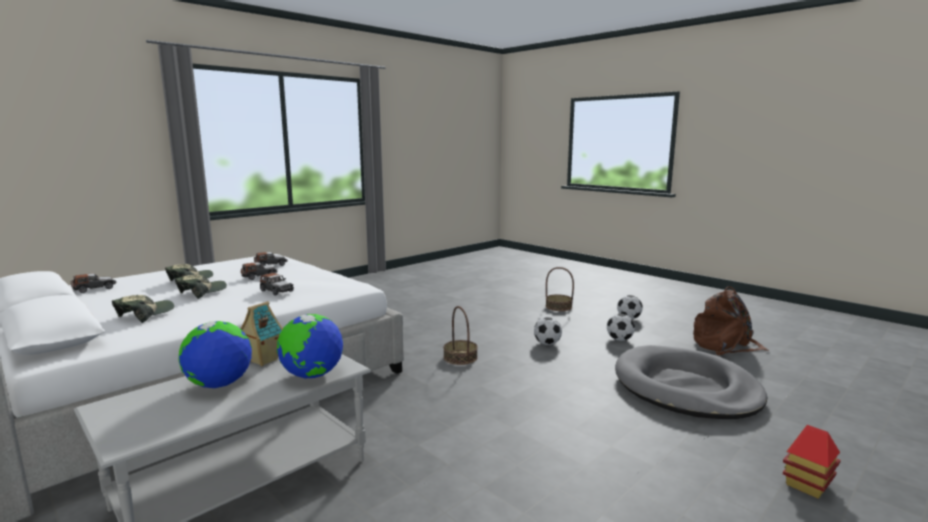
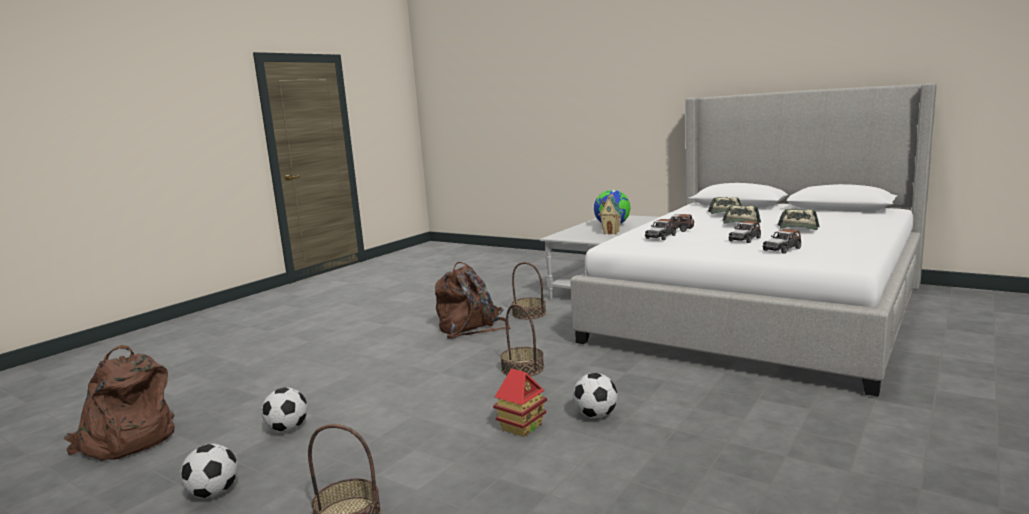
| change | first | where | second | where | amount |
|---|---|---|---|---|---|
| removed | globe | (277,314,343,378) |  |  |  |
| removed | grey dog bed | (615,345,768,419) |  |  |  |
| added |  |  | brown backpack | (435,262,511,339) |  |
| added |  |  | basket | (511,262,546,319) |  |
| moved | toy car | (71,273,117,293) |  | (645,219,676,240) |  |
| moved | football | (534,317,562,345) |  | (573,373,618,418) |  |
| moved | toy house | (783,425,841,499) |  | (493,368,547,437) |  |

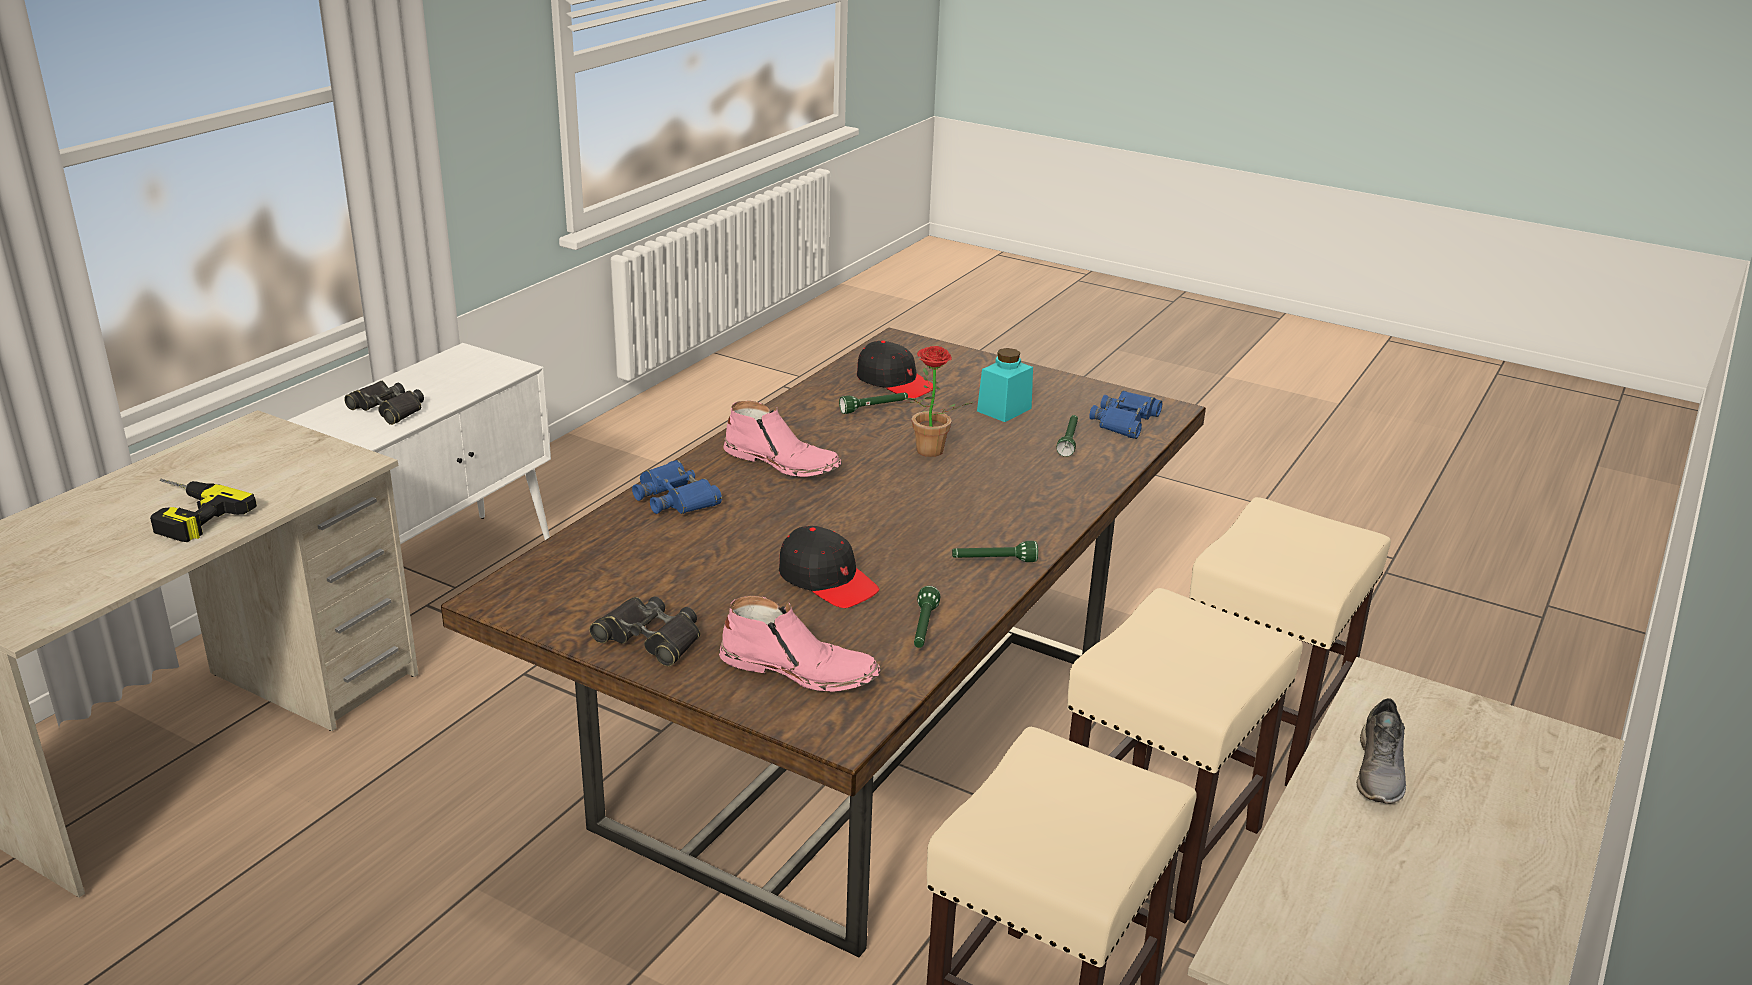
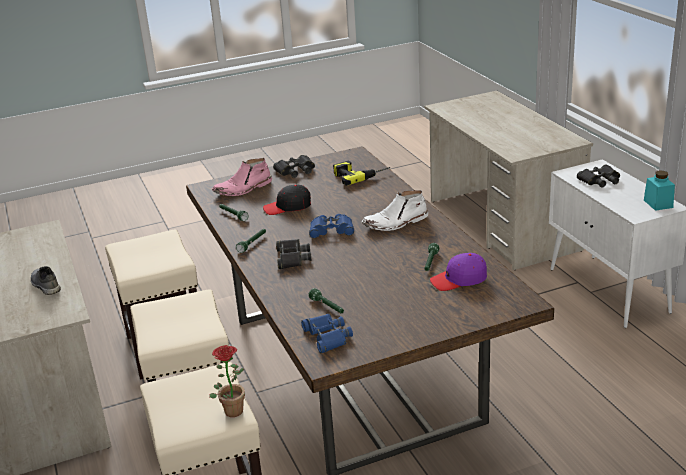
| change | first | where | second | where | amount |
|---|---|---|---|---|---|
| added |  |  | black binoculars | (276,239,311,269) |  |
| moved | power drill | (150,479,257,542) |  | (333,160,390,186) |  |
| moved | blue binoculars | (632,460,722,514) |  | (309,214,354,238) |  |
| moved | potted plant | (905,346,975,457) |  | (209,345,245,417) |  |
| moved | turquoise jar | (977,348,1033,422) |  | (644,171,675,211) |  |
| recoloured | pink boot | (723,401,842,477) | white boot | (362,190,428,231) |  |
| recoloured | black cap | (857,341,933,398) | purple cap | (430,253,487,291) |  |

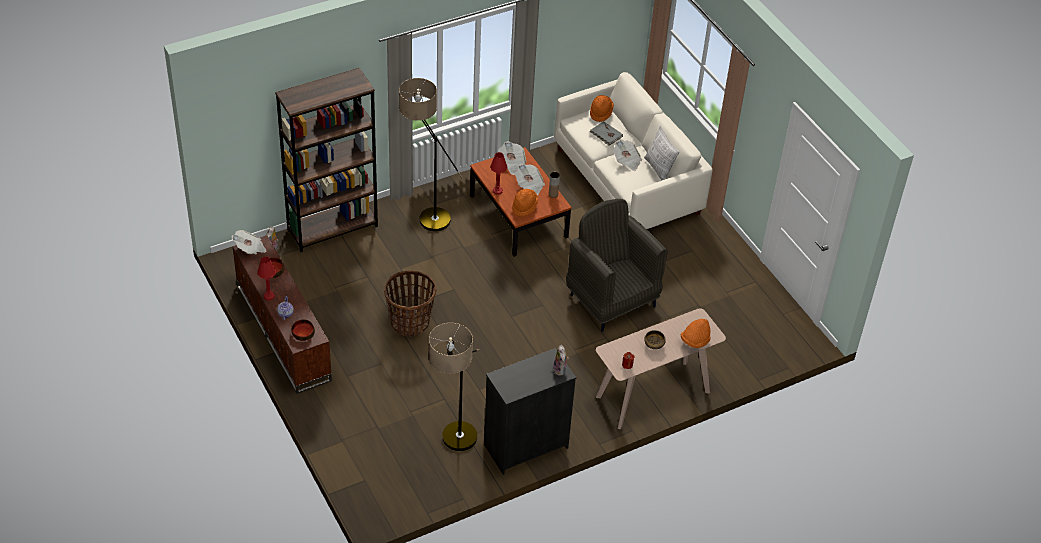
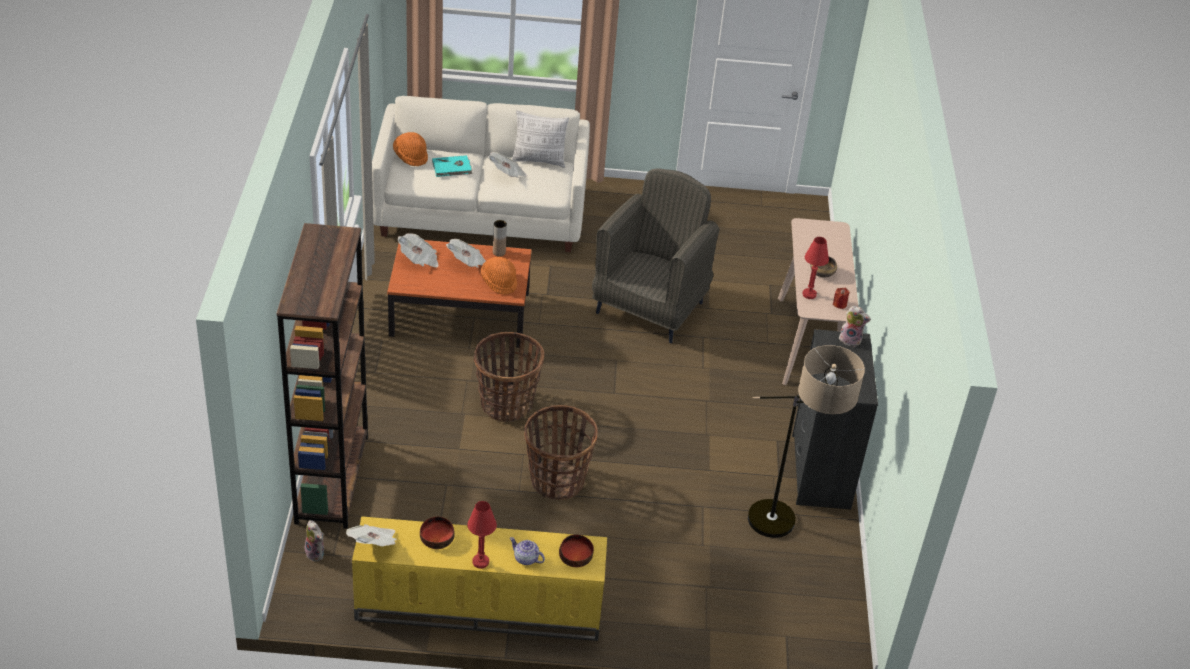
| change | first | where | second | where | amount |
|---|---|---|---|---|---|
| removed | floor lamp | (399,78,463,231) |  |  |  |
| removed | orange hat | (681,319,711,348) |  |  |  |
| added |  |  | basket | (474,332,544,422) |  |
| moved | red table lamp | (490,152,507,195) |  | (802,237,829,299) |  |
| recoloured | brown tv stand | (233,235,332,394) | yellow tv stand | (352,516,607,641) |  |
| recoloured | grey book | (590,121,623,145) | turquoise book | (432,155,473,177) |  |
| turned | grey armchair | (566,199,668,332) |  | (592,168,719,343) | 120 degrees clockwise |

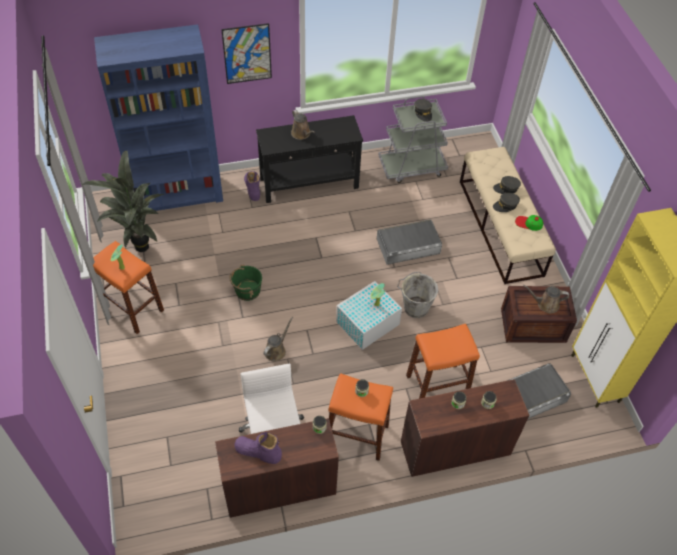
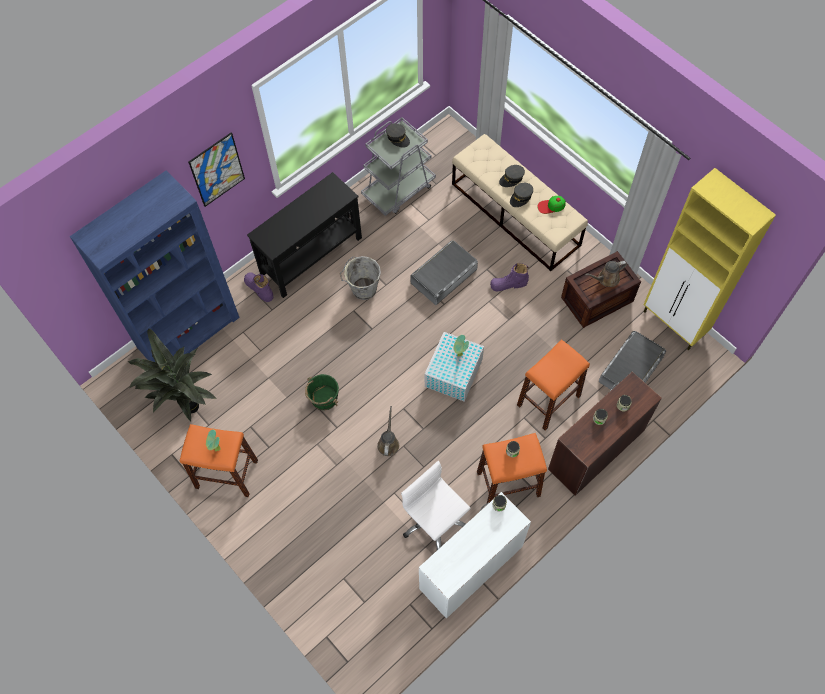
| change | first | where | second | where | amount |
|---|---|---|---|---|---|
| removed | brown watering can | (291,110,314,140) |  |  |  |
| moved | purple boot | (234,432,282,464) |  | (490,263,529,292) |  |
| moved | grey bucket | (397,272,438,318) |  | (340,256,381,300) |  |
| recoloured | brown desk | (215,418,339,518) | white desk | (419,492,531,619) |  |

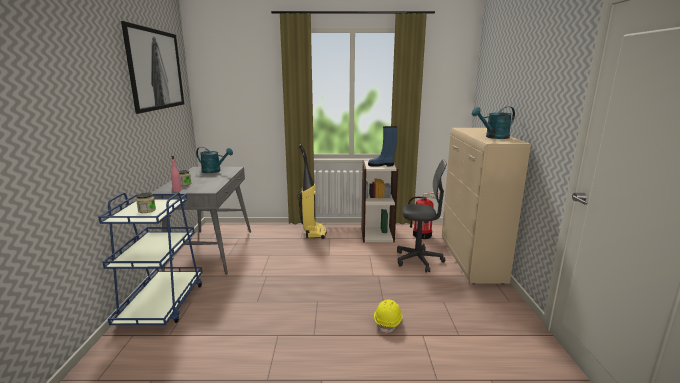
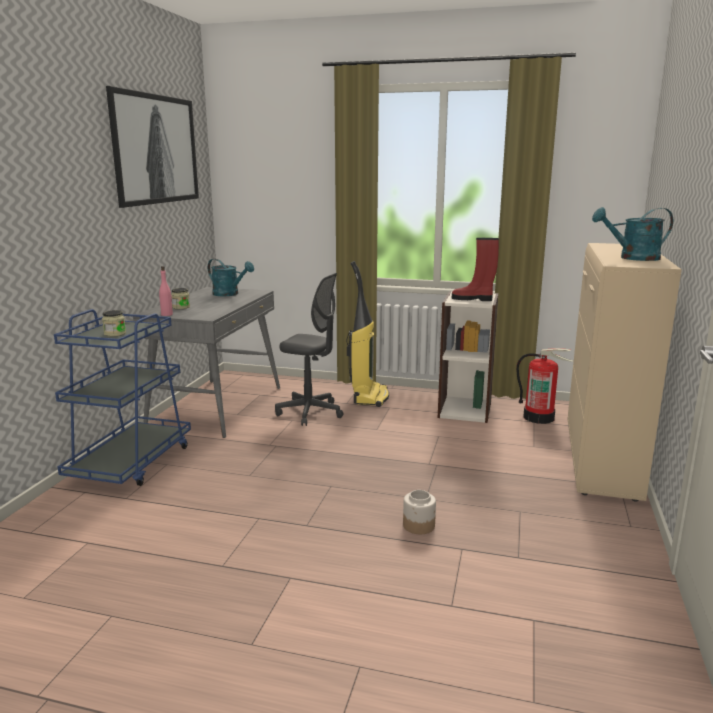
| change | first | where | second | where | amount |
|---|---|---|---|---|---|
| moved | grey office chair | (397,159,447,273) |  | (275,273,344,426) |  |
| replaced | yellow hard hat | (374,300,403,334) | jar | (403,490,436,534) |  |
| recoloured | blue boot | (368,126,397,167) | red boot | (452,238,499,301) |  |

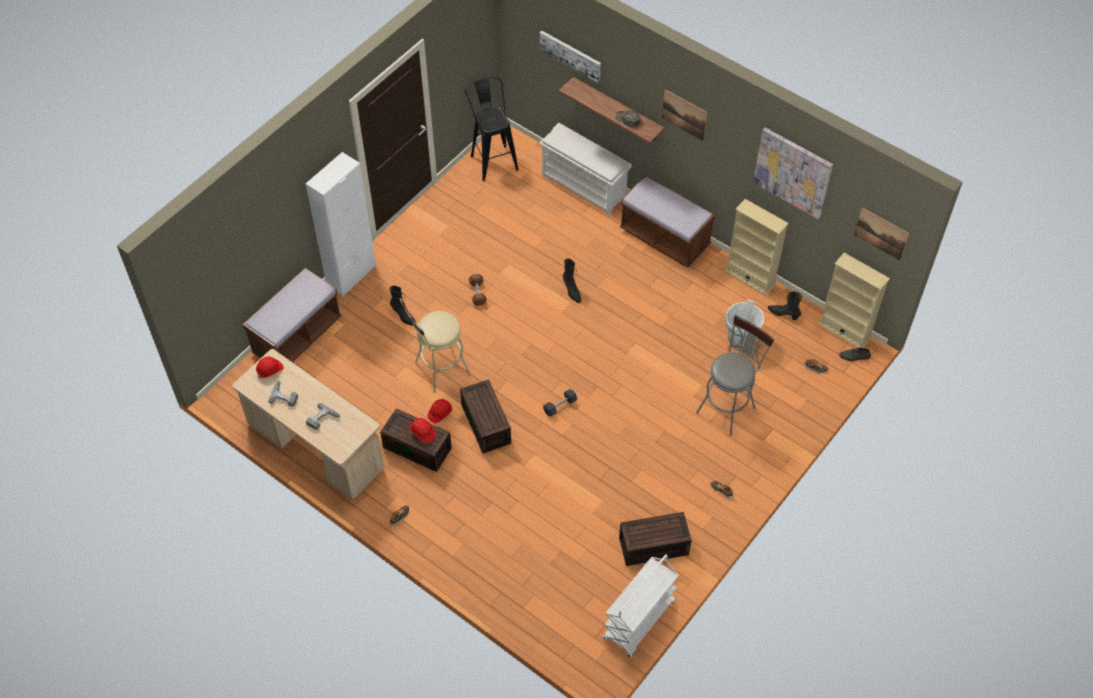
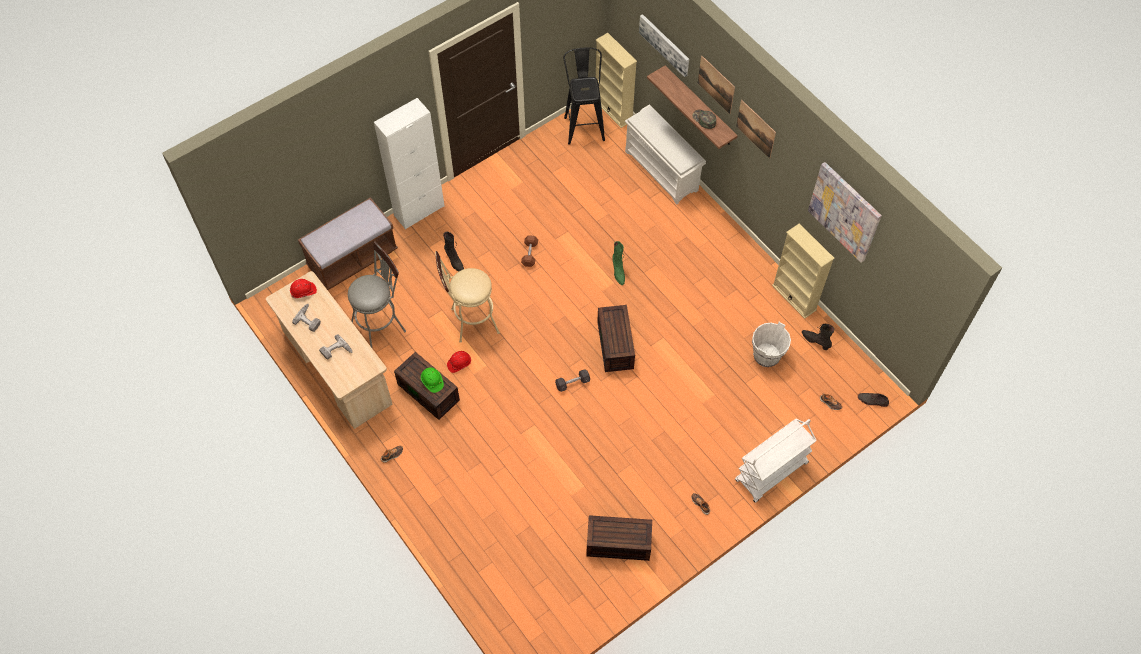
| change | first | where | second | where | amount |
|---|---|---|---|---|---|
| removed | brown bench | (620,175,715,267) |  |  |  |
| moved | brown storage box | (460,379,511,453) |  | (597,305,635,372) |  |
| moved | white cart | (603,555,679,657) |  | (735,419,817,503) |  |
| moved | grey stool | (696,315,775,436) |  | (348,241,406,348) |  |
| moved | beige bookcase | (819,253,890,348) |  | (596,33,637,128) |  |
| moved | picture | (854,208,909,261) |  | (698,56,735,114) |  |
| recoloured | red hard hat | (410,418,436,443) | green hard hat | (421,367,444,393) |  |
| recoloured | black boot | (563,258,581,303) | green boot | (613,241,625,285) |  |

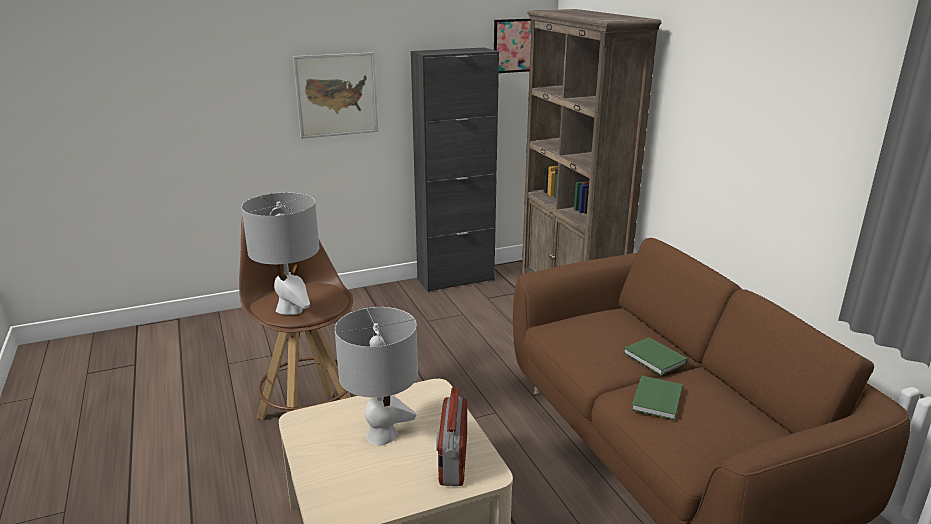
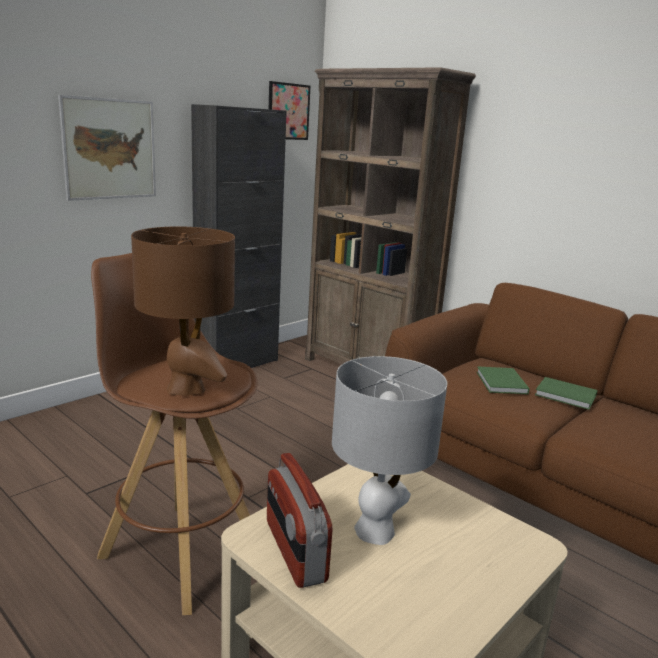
| change | first | where | second | where | amount |
|---|---|---|---|---|---|
| moved | radio | (436,388,467,486) |  | (267,453,332,588) |  |
| moved | green book | (631,375,683,420) |  | (477,366,529,394) |  |
| recoloured | grey table lamp | (241,192,319,315) | brown table lamp | (131,227,235,396) |  |

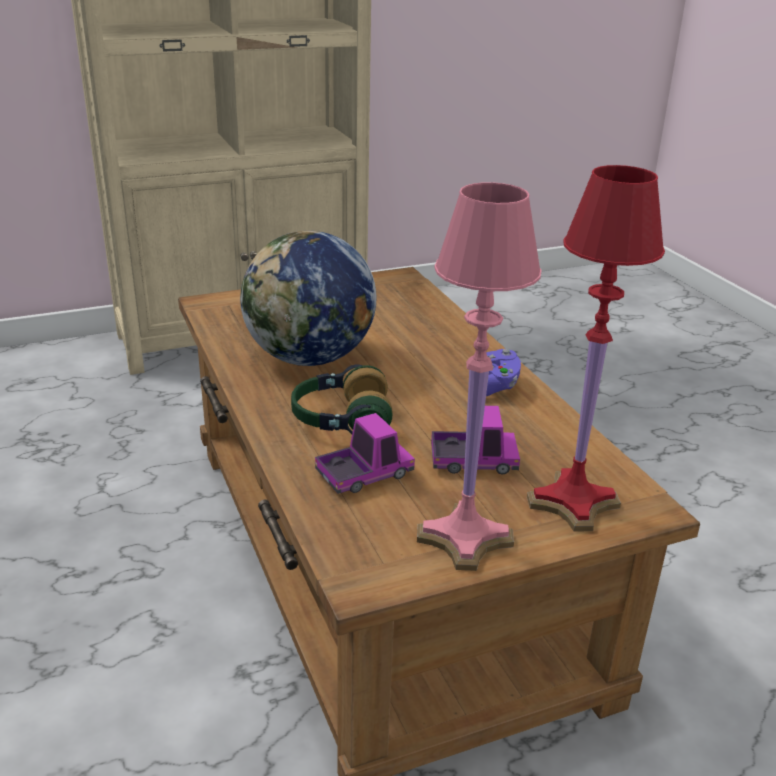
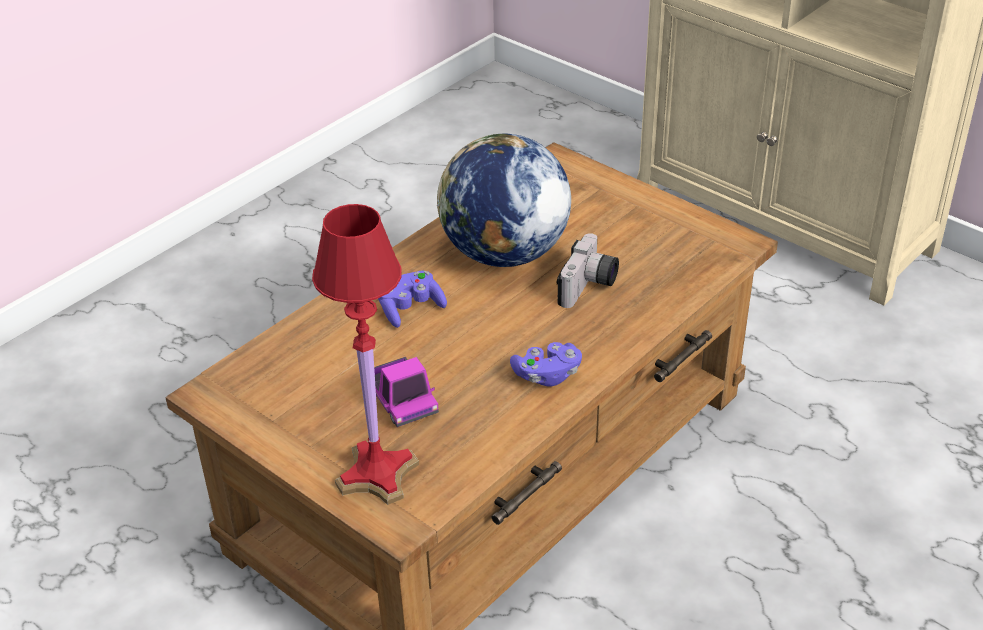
| change | first | where | second | where | amount |
|---|---|---|---|---|---|
| removed | toy truck | (315,413,415,494) |  |  |  |
| removed | pink table lamp | (417,182,542,571) |  |  |  |
| added |  |  | photo camera | (557,233,619,308) |  |
| replaced | headphones | (291,365,393,434) | purple game controller | (378,271,447,328) |  |

